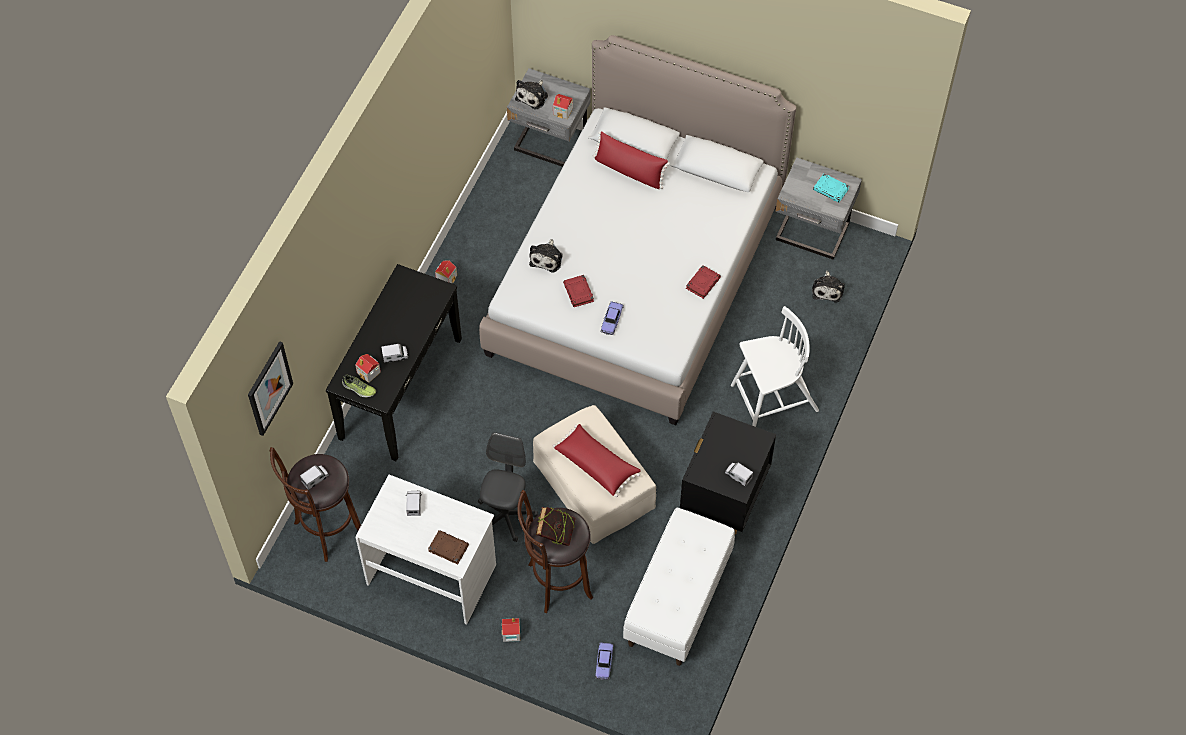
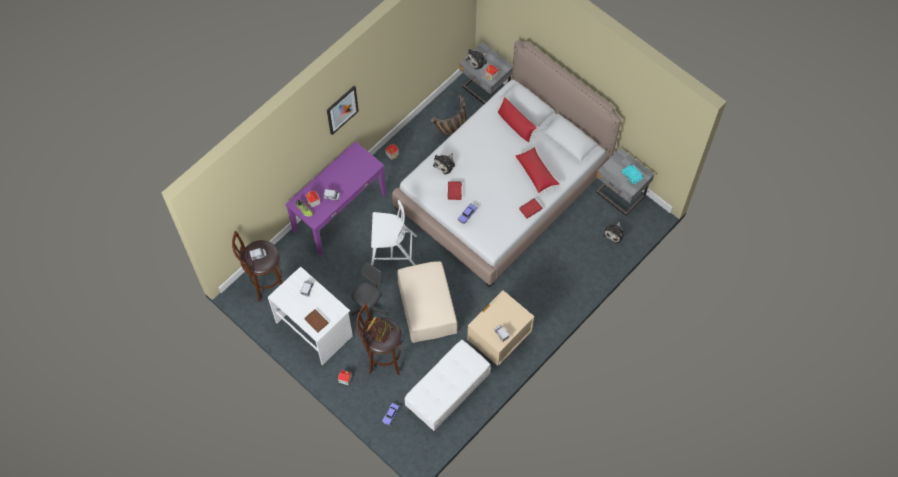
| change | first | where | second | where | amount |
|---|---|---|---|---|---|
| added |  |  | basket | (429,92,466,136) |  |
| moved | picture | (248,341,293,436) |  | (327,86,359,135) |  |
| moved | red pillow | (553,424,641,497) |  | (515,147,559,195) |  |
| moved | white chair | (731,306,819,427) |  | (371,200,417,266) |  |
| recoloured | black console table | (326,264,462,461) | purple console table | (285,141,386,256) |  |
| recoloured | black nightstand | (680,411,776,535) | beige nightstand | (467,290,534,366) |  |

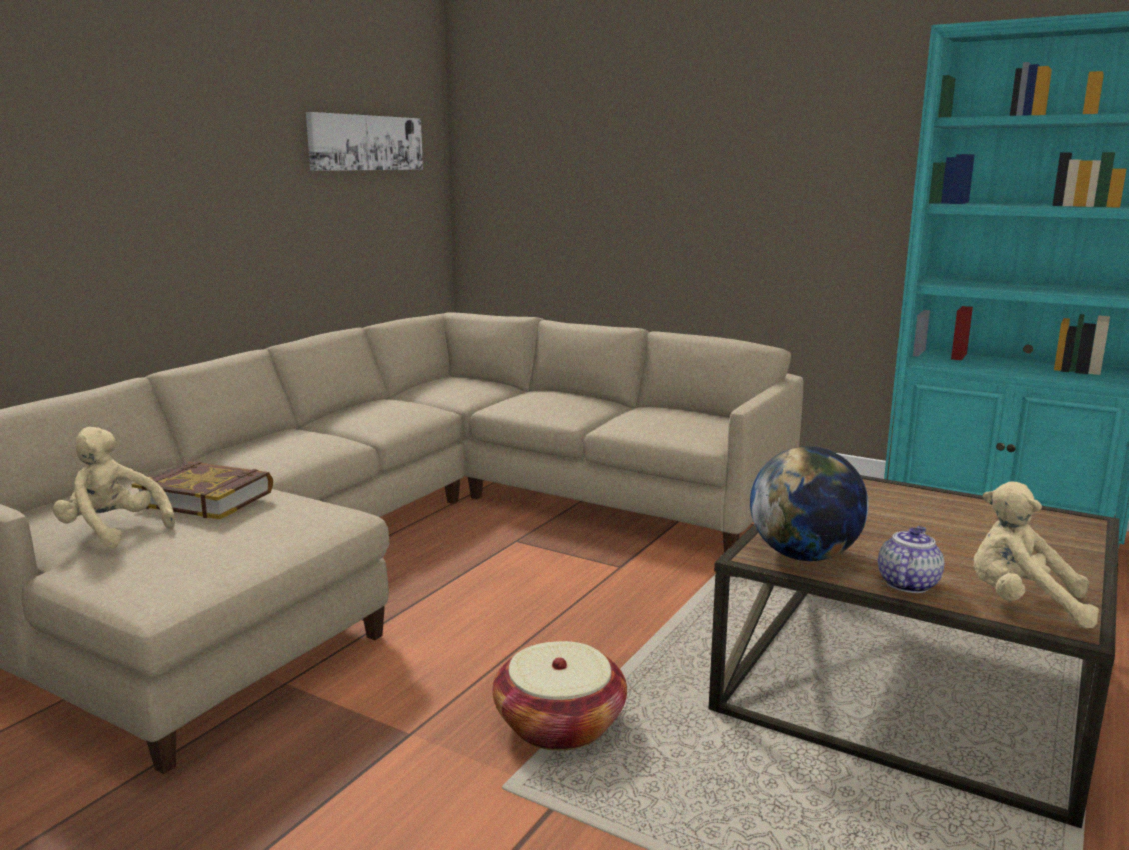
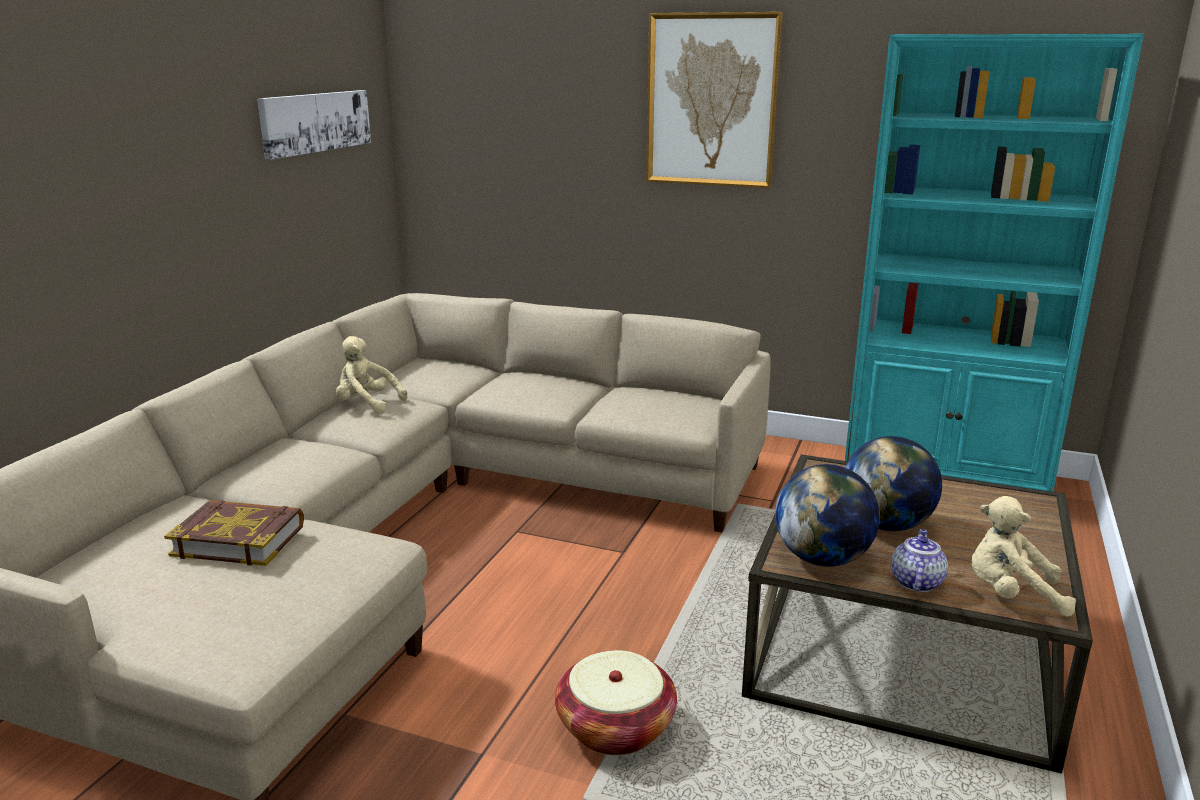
| change | first | where | second | where | amount |
|---|---|---|---|---|---|
| added |  |  | picture | (646,12,783,188) |  |
| added |  |  | globe | (845,436,942,531) |  |
| moved | beige plush toy | (53,427,175,548) |  | (336,336,407,414) |  |

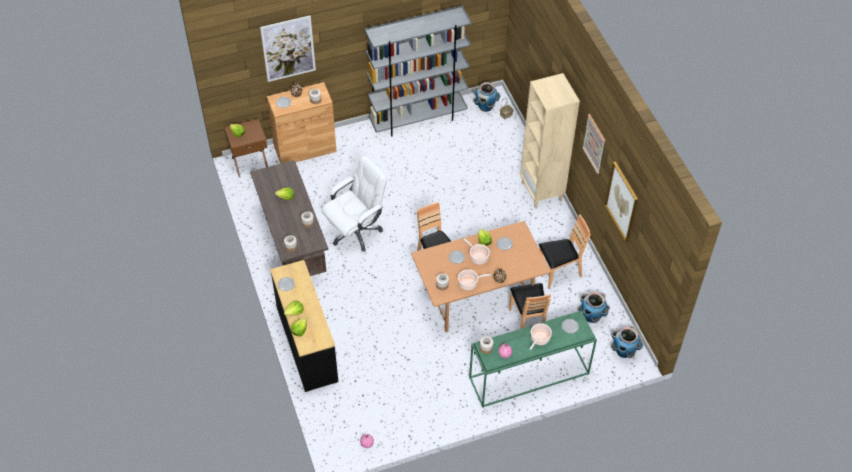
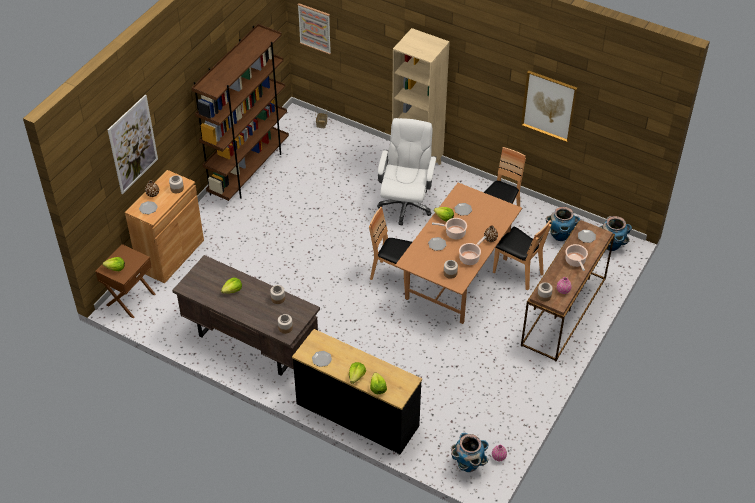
| change | first | where | second | where | amount |
|---|---|---|---|---|---|
| moved | white office chair | (322,155,387,252) |  | (377,118,437,225) |  |
| moved | planter | (473,82,501,112) |  | (451,433,489,472) |  |
| moved | picture | (582,114,605,174) |  | (297,3,331,54) |  |
| recoloured | grey bookcase | (365,5,472,137) | brown bookcase | (191,24,289,201) |  |
| recoloured | green console table | (469,311,597,408) | brown console table | (521,220,615,361) |  |

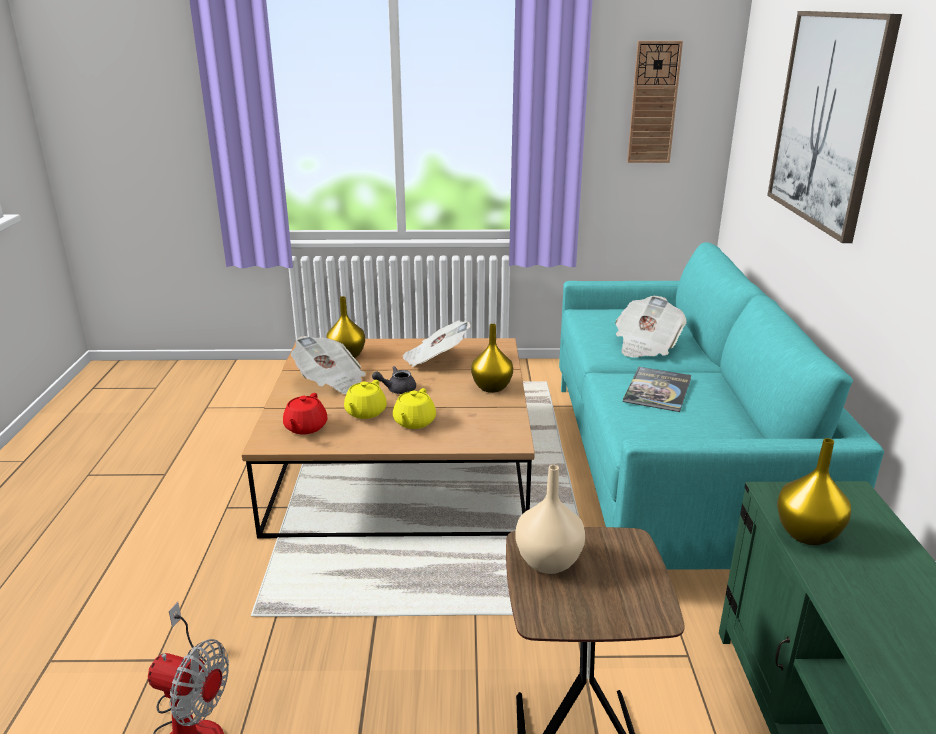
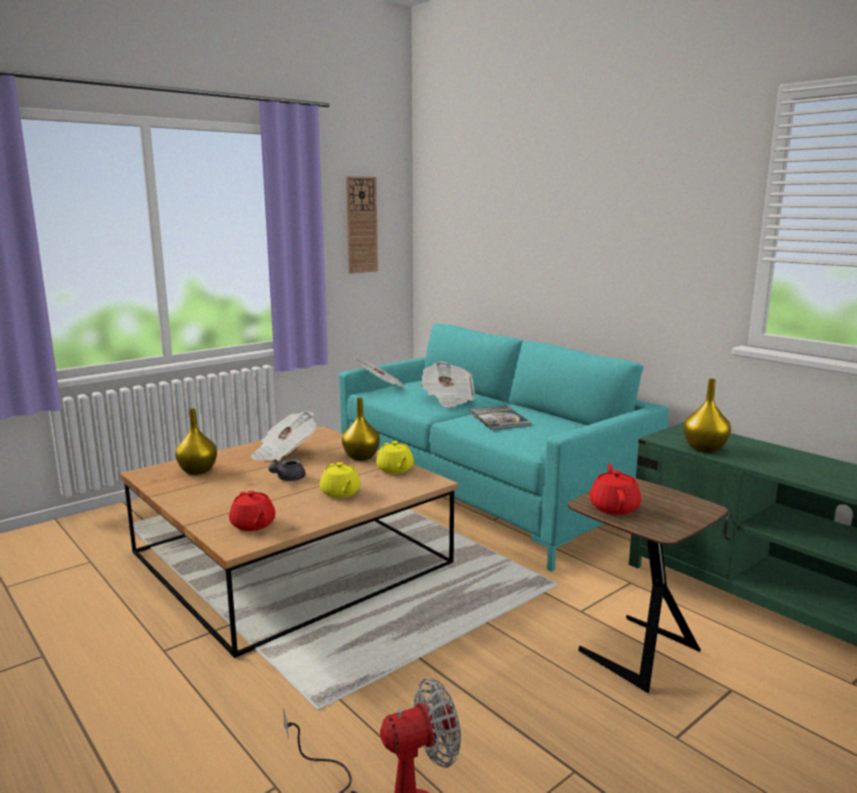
| change | first | where | second | where | amount |
|---|---|---|---|---|---|
| removed | picture | (767,11,902,243) |  |  |  |
| moved | newspaper | (291,336,366,395) |  | (353,358,409,389) |  |
| moved | yellow teapot | (344,380,387,419) |  | (376,441,414,474) |  |
| replaced | beige vase | (515,465,585,574) | red teapot | (590,464,641,515) |  |

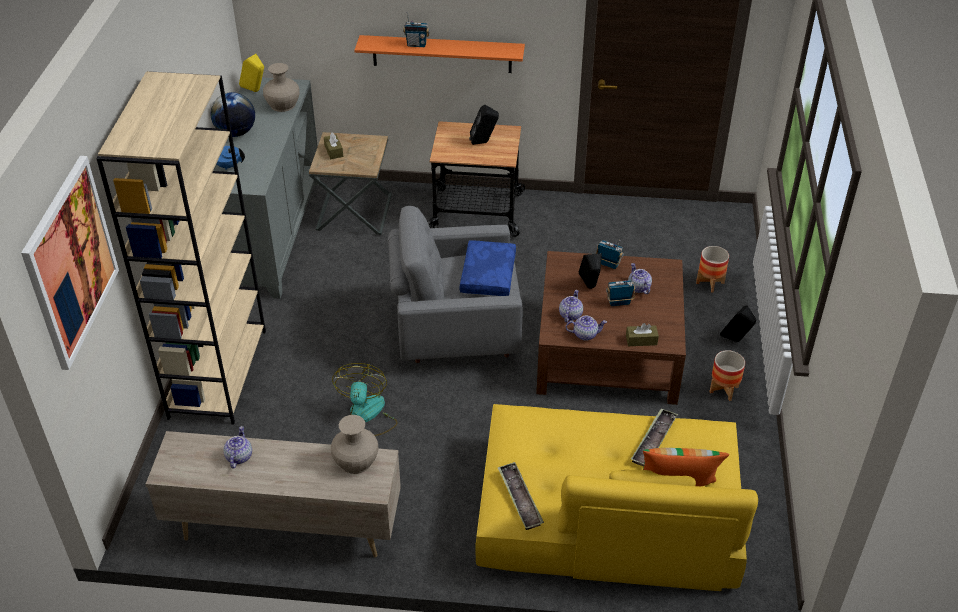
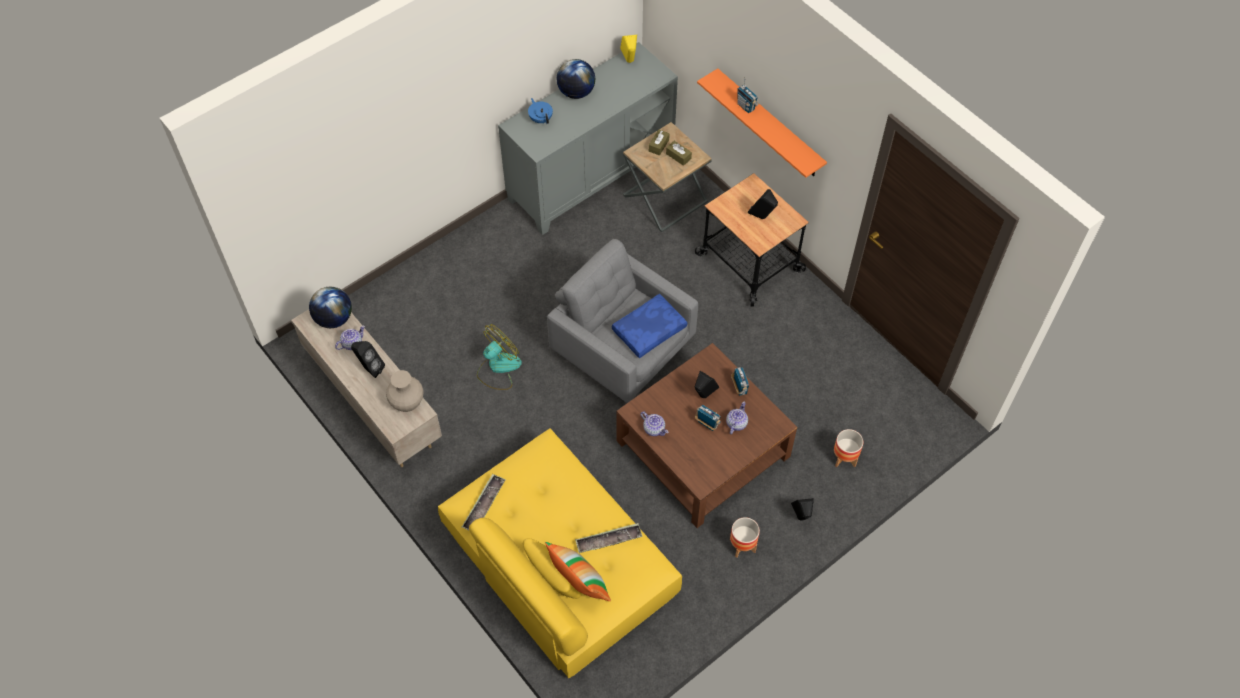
| change | first | where | second | where | amount |
|---|---|---|---|---|---|
| removed | picture | (21,156,119,370) |  |  |  |
| removed | beige bookcase | (96,71,266,425) |  |  |  |
| removed | beige vase | (263,63,300,112) |  |  |  |
| removed | teapot | (559,290,583,322) |  |  |  |
| added |  |  | globe | (309,287,352,328) |  |
| added |  |  | black speaker | (351,341,385,378) |  |
| moved | brown tissue box | (626,323,659,346) |  | (666,141,692,166) |  |

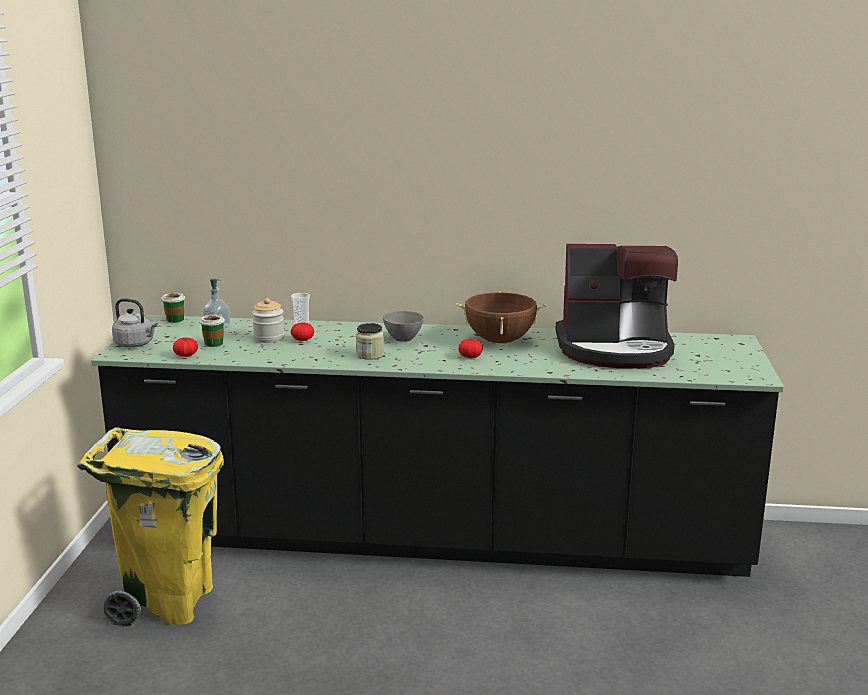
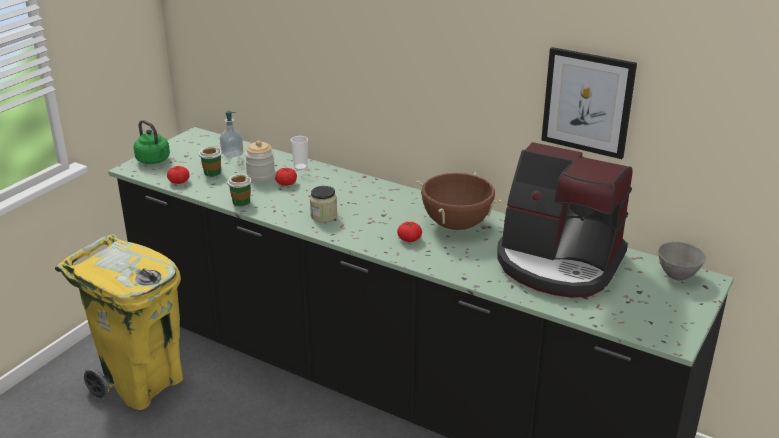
| change | first | where | second | where | amount |
|---|---|---|---|---|---|
| added |  |  | picture | (541,47,637,159) |  |
| moved | cup | (161,292,185,323) |  | (227,174,252,206) |  |
| moved | grey bowl | (383,311,424,342) |  | (658,242,706,280) |  |
| recoloured | grey kettle | (112,298,158,348) | green kettle | (134,120,170,164) |  |

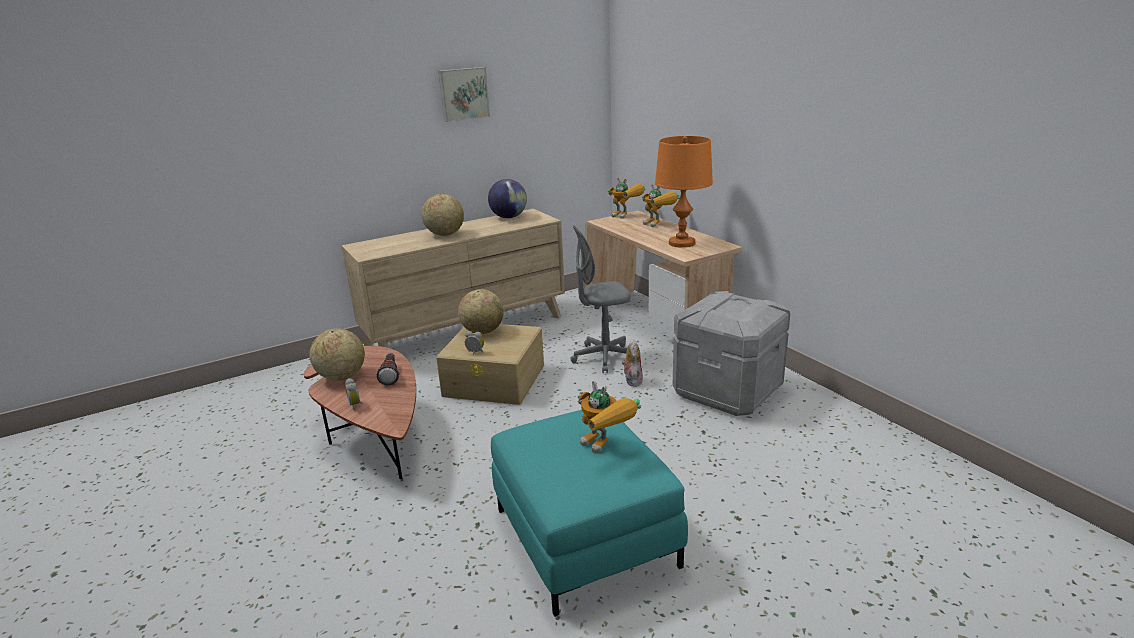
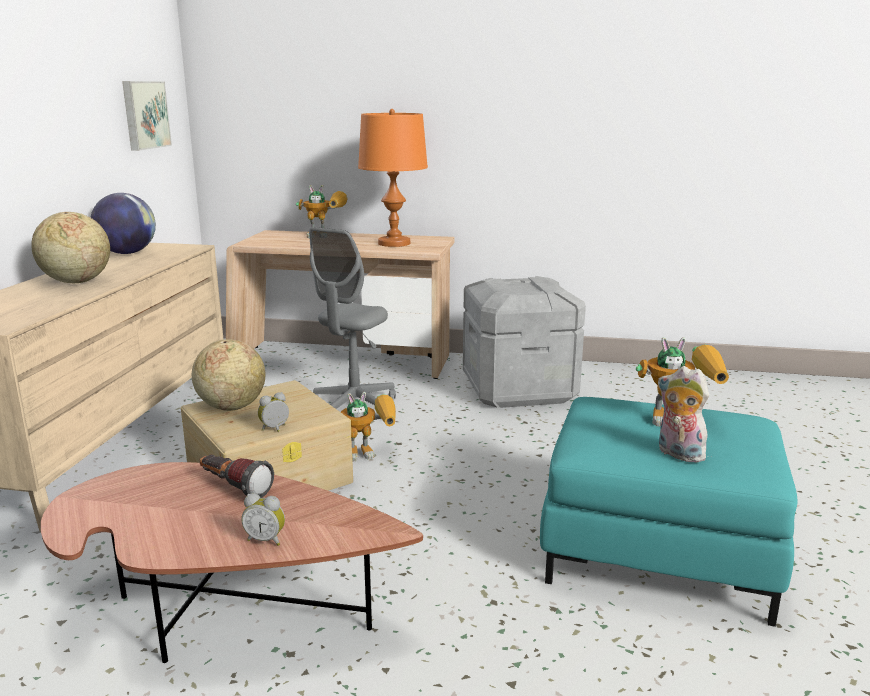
| change | first | where | second | where | amount |
|---|---|---|---|---|---|
| removed | globe | (310,328,365,381) |  |  |  |
| moved | picture | (438,67,490,122) |  | (122,81,172,151) |  |
| moved | toy robot | (608,178,645,219) |  | (341,392,395,461) |  |
| moved | plush toy | (622,340,643,387) |  | (658,366,709,463) |  |

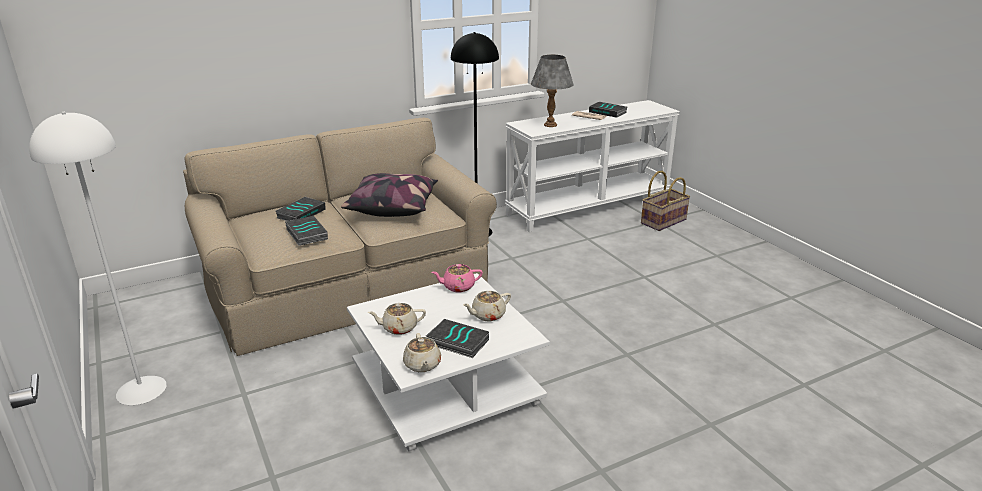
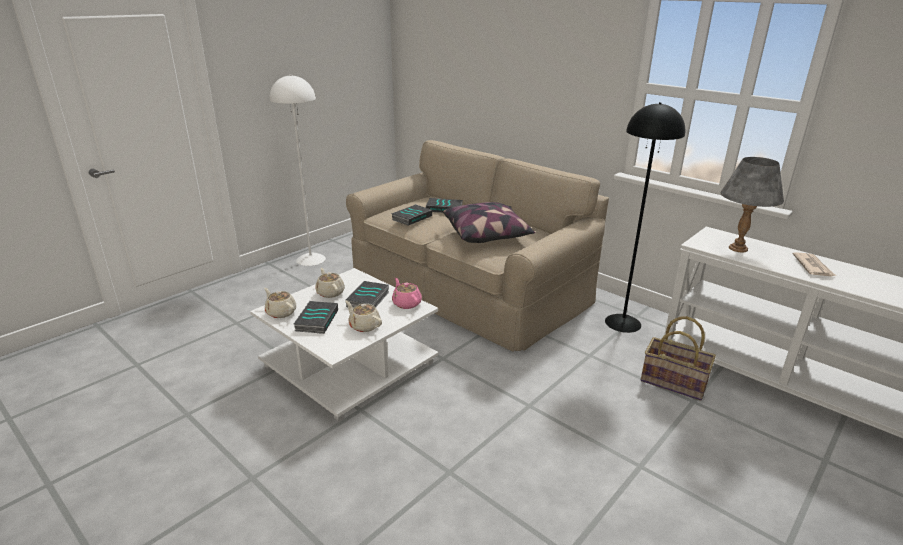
| change | first | where | second | where | amount |
|---|---|---|---|---|---|
| moved | book | (589,102,627,118) |  | (346,281,389,308) |  |
| moved | basket | (641,171,690,231) |  | (641,316,716,400) |  |
| turned | beige teapot | (403,333,441,372) |  | (264,288,296,318) | 75 degrees clockwise |

